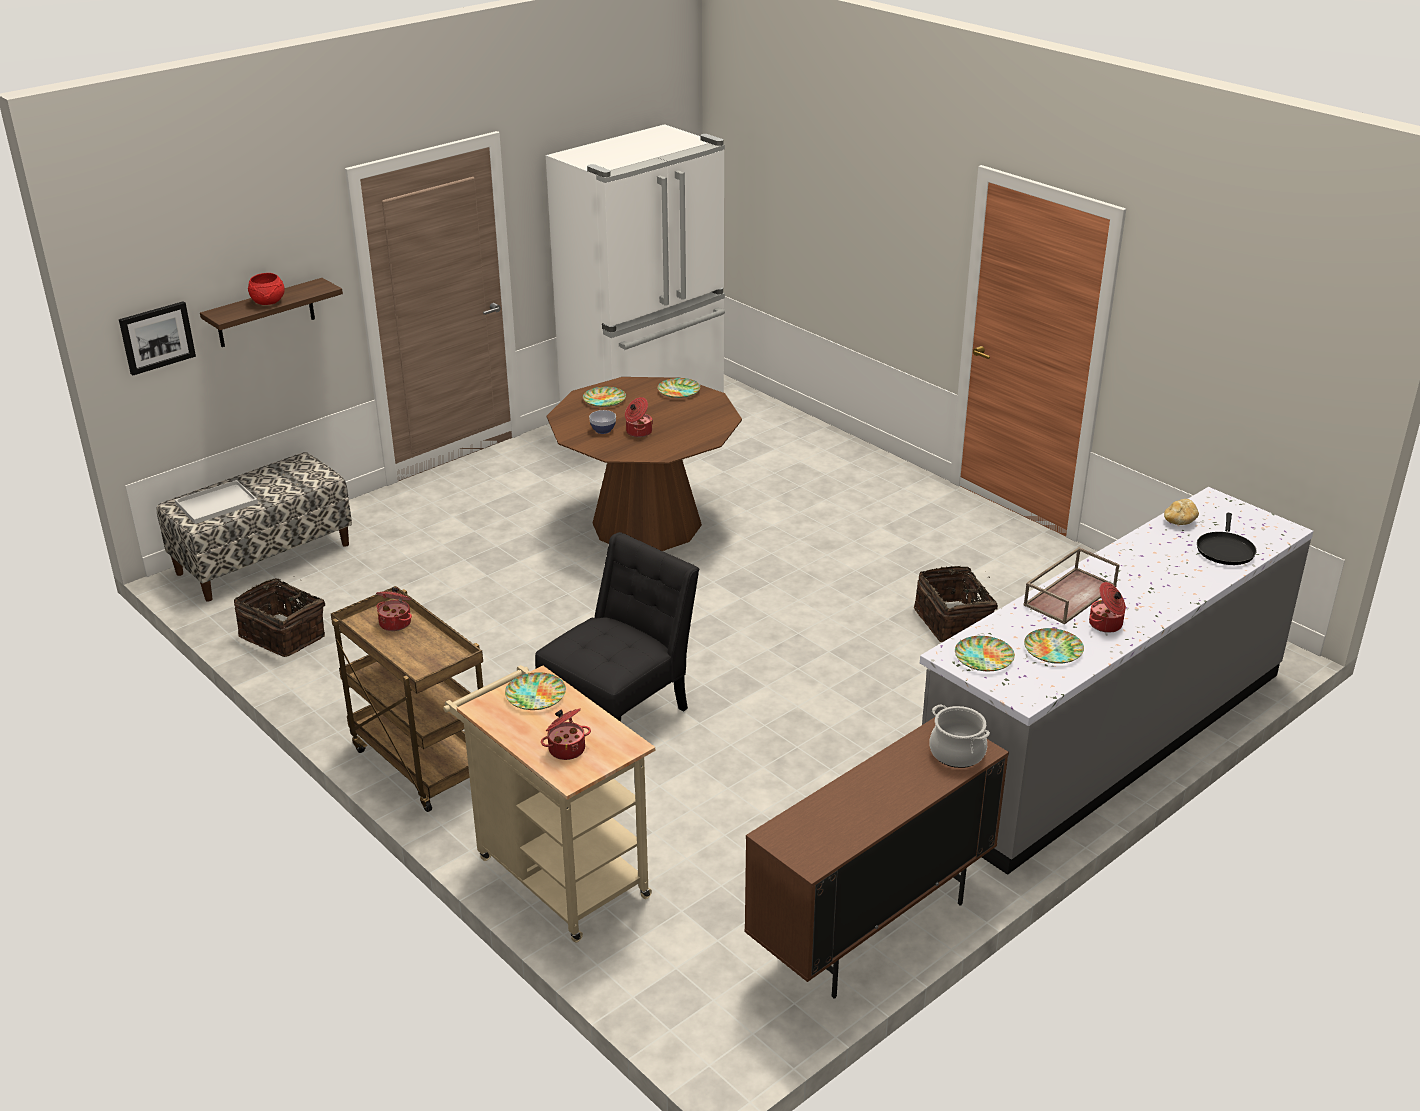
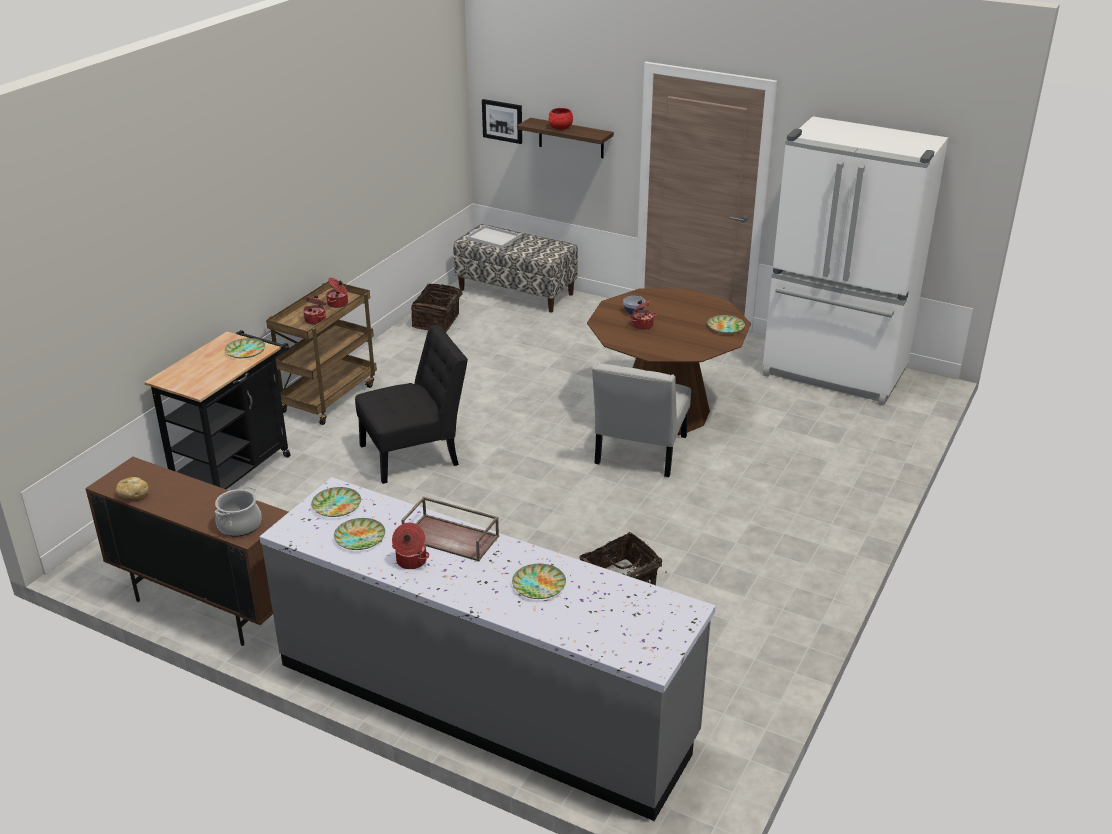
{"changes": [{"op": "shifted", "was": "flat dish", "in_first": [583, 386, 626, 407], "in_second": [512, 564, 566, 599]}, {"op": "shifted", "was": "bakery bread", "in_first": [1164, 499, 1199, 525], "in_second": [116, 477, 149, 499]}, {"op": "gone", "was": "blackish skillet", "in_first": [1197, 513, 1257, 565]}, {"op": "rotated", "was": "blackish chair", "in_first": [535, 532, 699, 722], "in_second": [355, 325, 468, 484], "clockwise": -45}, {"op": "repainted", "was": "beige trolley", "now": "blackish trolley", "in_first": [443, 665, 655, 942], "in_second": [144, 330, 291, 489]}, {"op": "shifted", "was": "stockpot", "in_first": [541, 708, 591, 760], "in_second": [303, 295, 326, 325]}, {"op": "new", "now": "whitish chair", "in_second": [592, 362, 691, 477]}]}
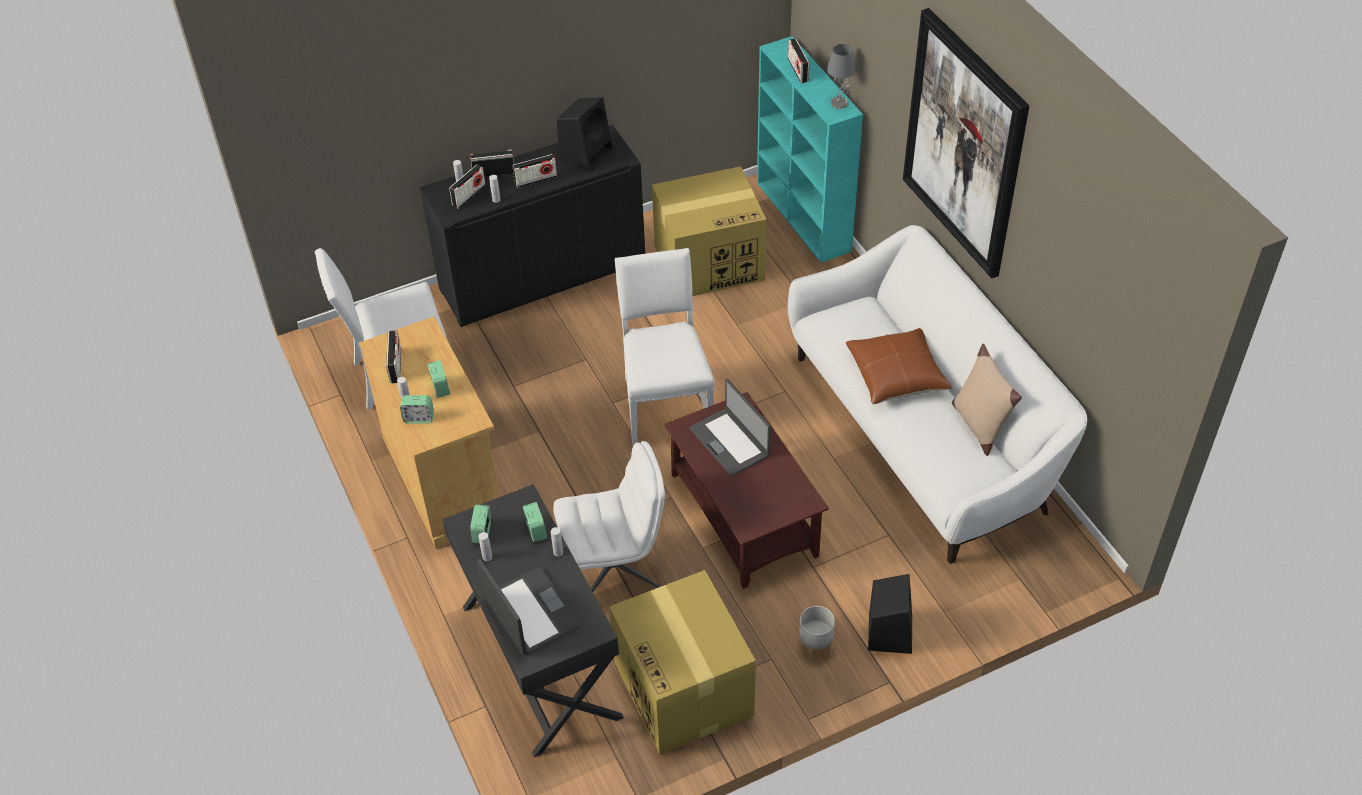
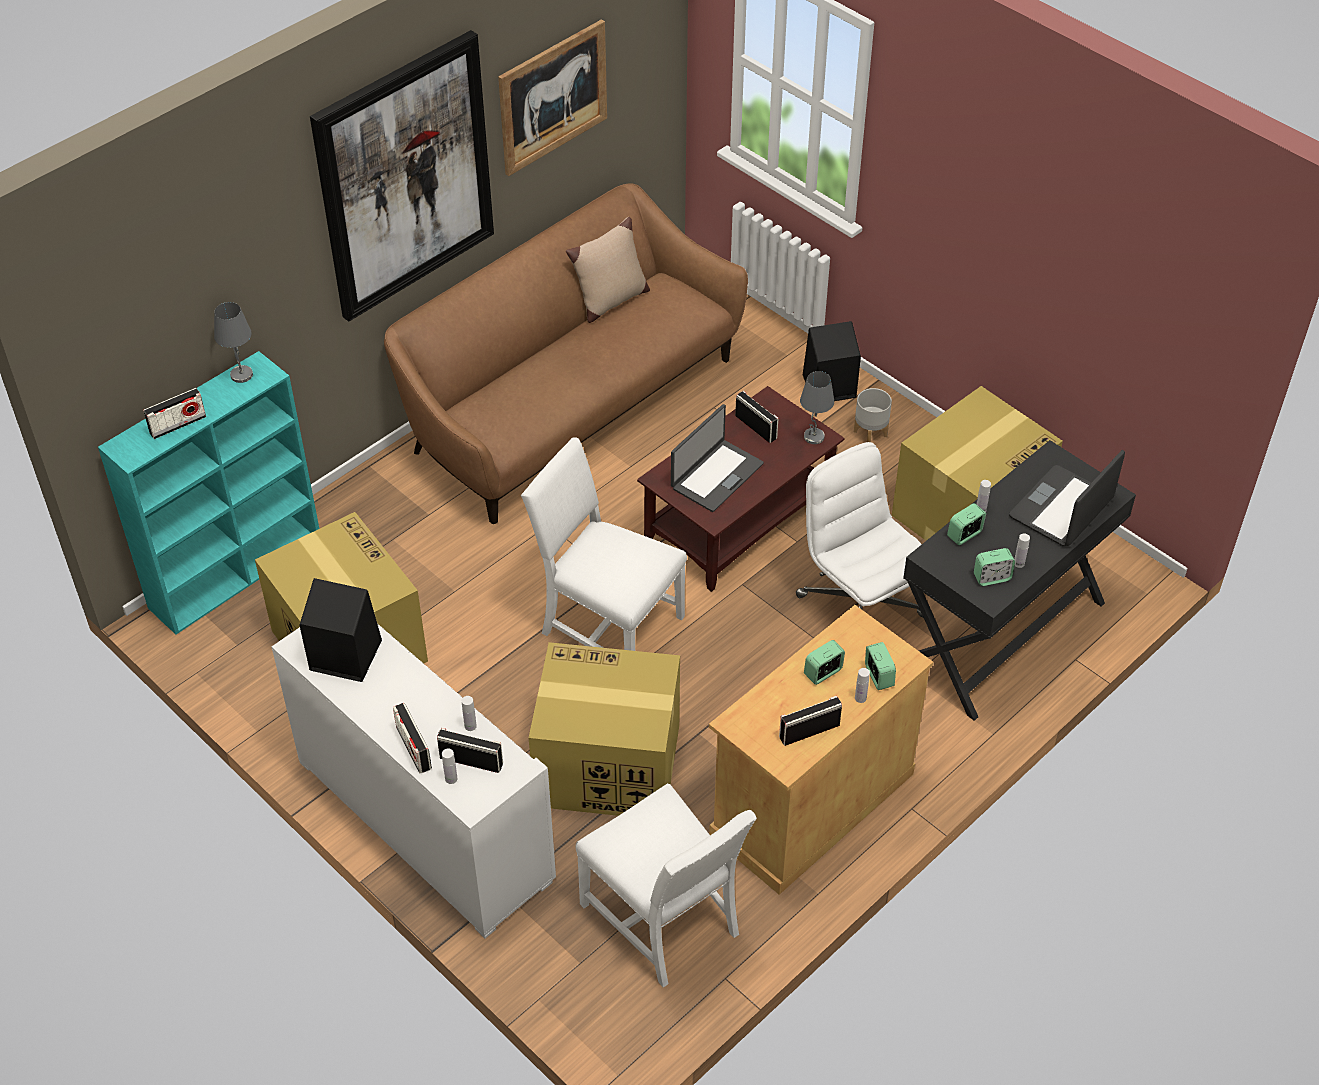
{"changes": [{"op": "repainted", "was": "blackish cupboard", "now": "whitish cupboard", "in_first": [420, 125, 645, 327], "in_second": [272, 623, 556, 938]}, {"op": "shifted", "was": "radio", "in_first": [512, 154, 557, 188], "in_second": [735, 391, 779, 443]}, {"op": "repainted", "was": "whitish sofa", "now": "brown-coloured sofa", "in_first": [788, 225, 1087, 564], "in_second": [384, 183, 748, 524]}, {"op": "rotated", "was": "whitish chair", "in_first": [615, 248, 715, 446], "in_second": [521, 437, 687, 651], "clockwise": 60}, {"op": "gone", "was": "brown-coloured pillow", "in_first": [846, 328, 952, 404]}, {"op": "new", "now": "picture", "in_second": [498, 19, 607, 176]}, {"op": "new", "now": "greyish table lamp", "in_second": [800, 371, 834, 444]}, {"op": "new", "now": "packing box", "in_second": [529, 642, 680, 816]}]}
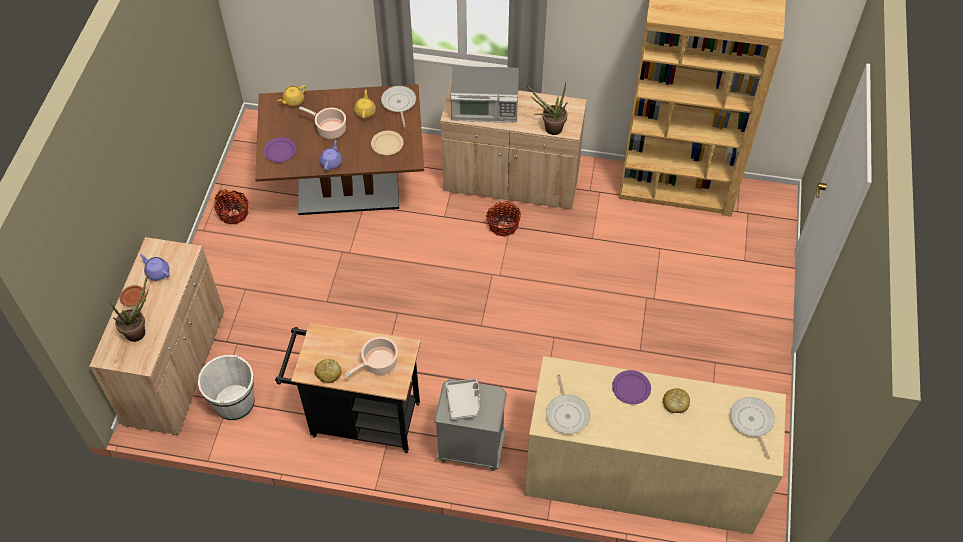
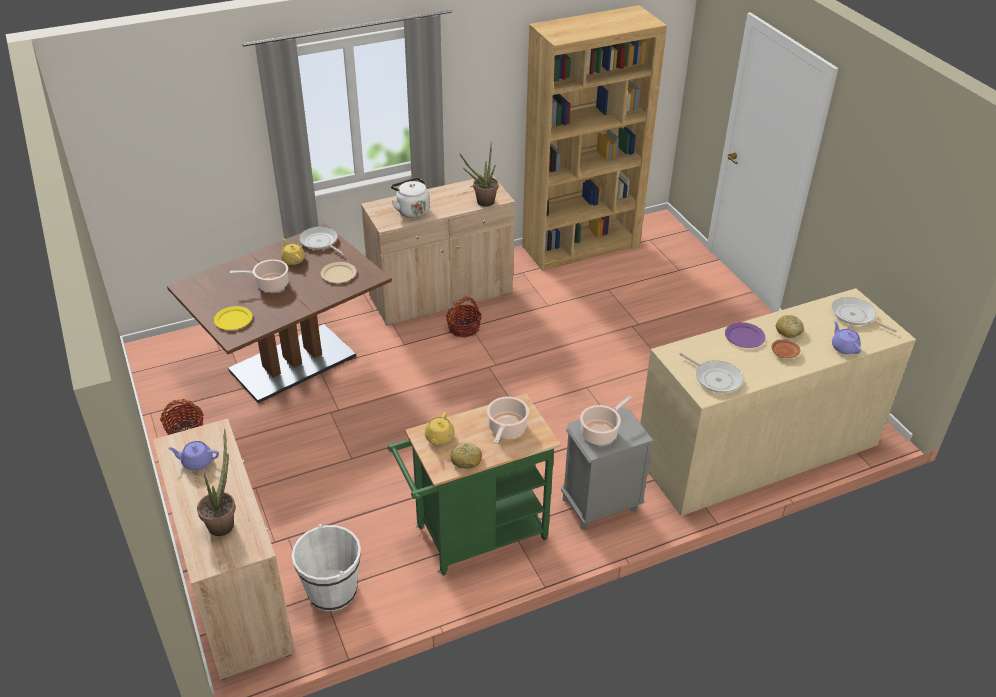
{"changes": [{"op": "swapped", "was": "microwave oven", "now": "whitish water kettle", "in_first": [451, 66, 519, 123], "in_second": [391, 177, 429, 218]}, {"op": "shifted", "was": "yellowish tea pot", "in_first": [277, 85, 306, 107], "in_second": [425, 412, 455, 445]}, {"op": "repainted", "was": "purple-coloured flat dish", "now": "yellowish flat dish", "in_first": [264, 137, 296, 162], "in_second": [214, 306, 252, 330]}, {"op": "shifted", "was": "purple-coloured tea pot", "in_first": [320, 140, 342, 171], "in_second": [832, 321, 861, 354]}, {"op": "shifted", "was": "brown-coloured flat dish", "in_first": [119, 285, 146, 306], "in_second": [772, 339, 800, 358]}, {"op": "repainted", "was": "blackish trolley", "now": "green trolley", "in_first": [275, 323, 421, 453], "in_second": [388, 394, 561, 576]}, {"op": "swapped", "was": "greyish carrying tray", "now": "stockpot", "in_first": [446, 379, 480, 420], "in_second": [580, 396, 632, 445]}]}
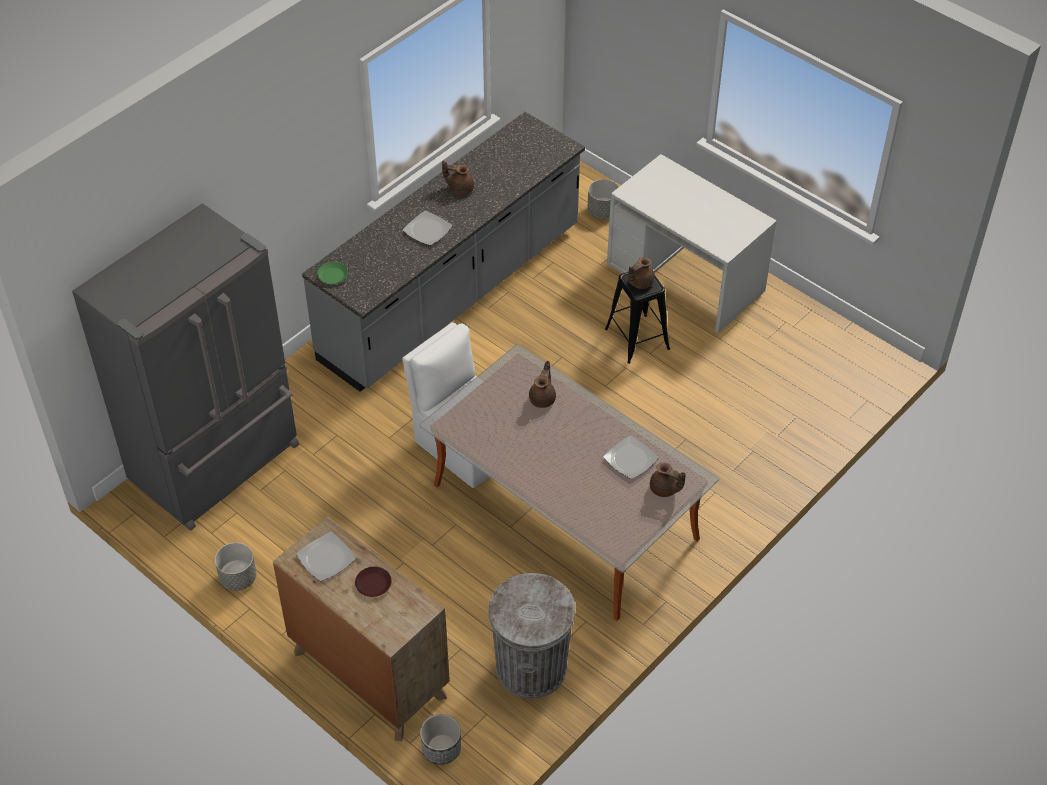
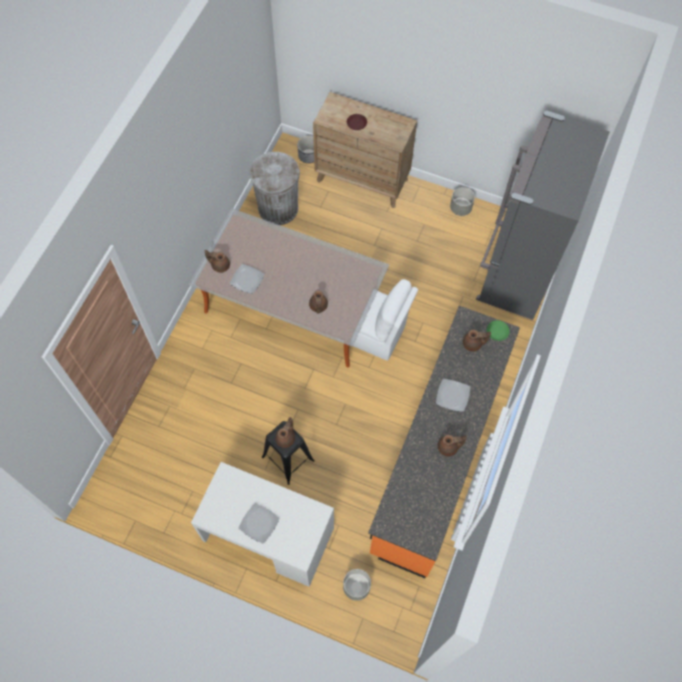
{"changes": [{"op": "repainted", "was": "greyish kitchen base unit", "now": "orange-coloured kitchen base unit", "in_first": [302, 112, 585, 392], "in_second": [368, 306, 520, 578]}, {"op": "shifted", "was": "flat dish", "in_first": [296, 532, 356, 581], "in_second": [239, 503, 279, 543]}, {"op": "new", "now": "brown-coloured tea pot", "in_second": [463, 329, 491, 351]}]}
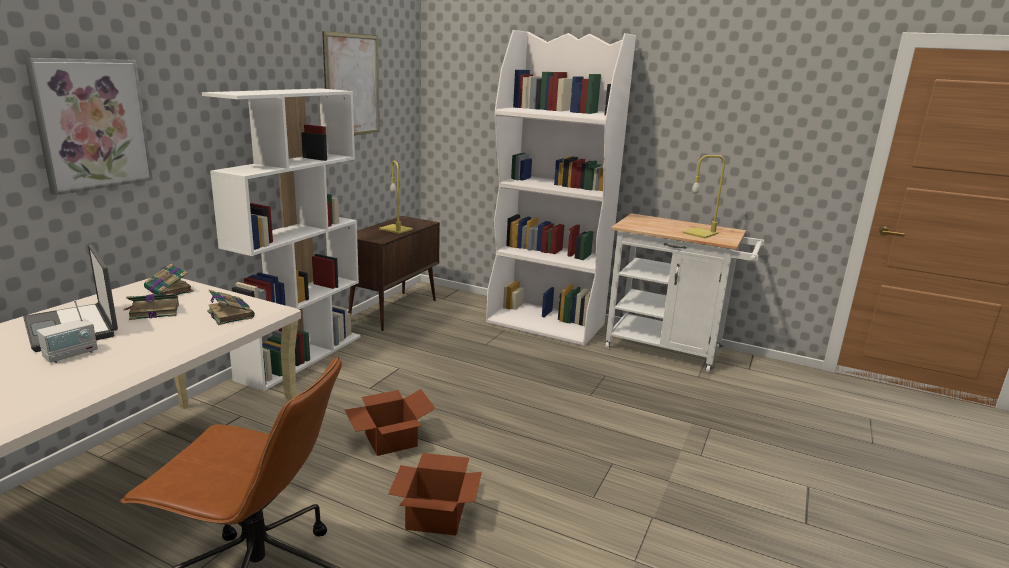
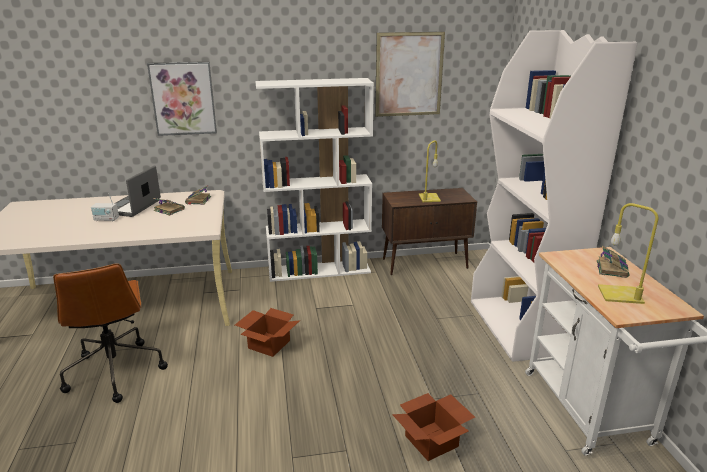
{"changes": [{"op": "shifted", "was": "volume", "in_first": [207, 290, 255, 325], "in_second": [597, 246, 630, 278]}, {"op": "shifted", "was": "packing box", "in_first": [388, 453, 482, 535], "in_second": [392, 393, 475, 461]}]}
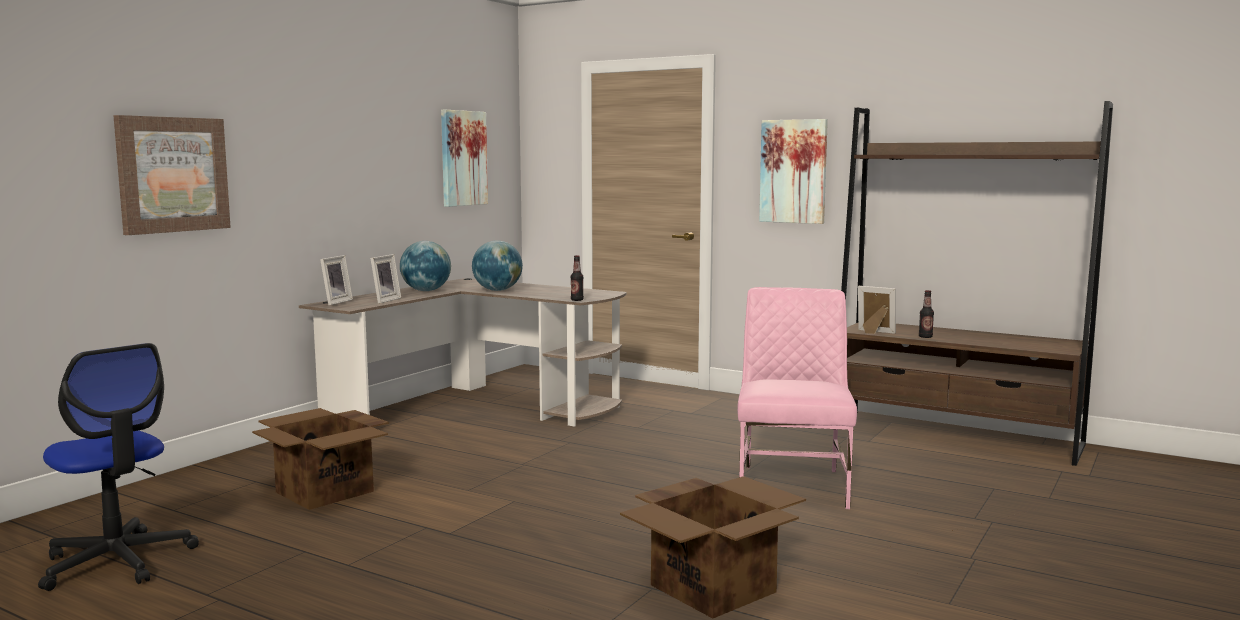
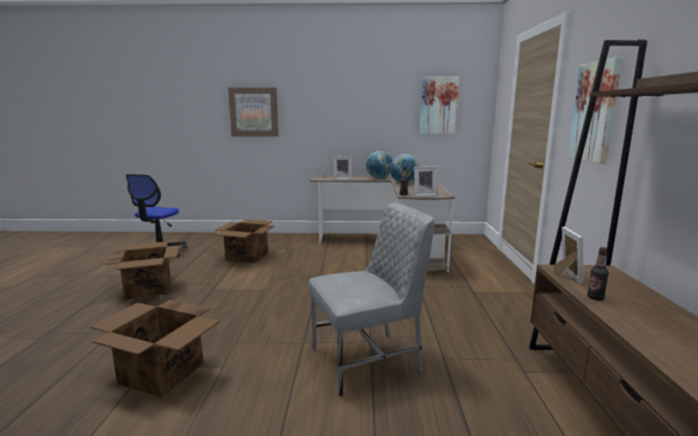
{"changes": [{"op": "shifted", "was": "standing frame", "in_first": [320, 255, 353, 306], "in_second": [414, 167, 437, 196]}, {"op": "repainted", "was": "pinkish chair", "now": "greyish chair", "in_first": [737, 287, 857, 509], "in_second": [308, 203, 435, 397]}, {"op": "new", "now": "packing box", "in_second": [105, 241, 179, 300]}]}
